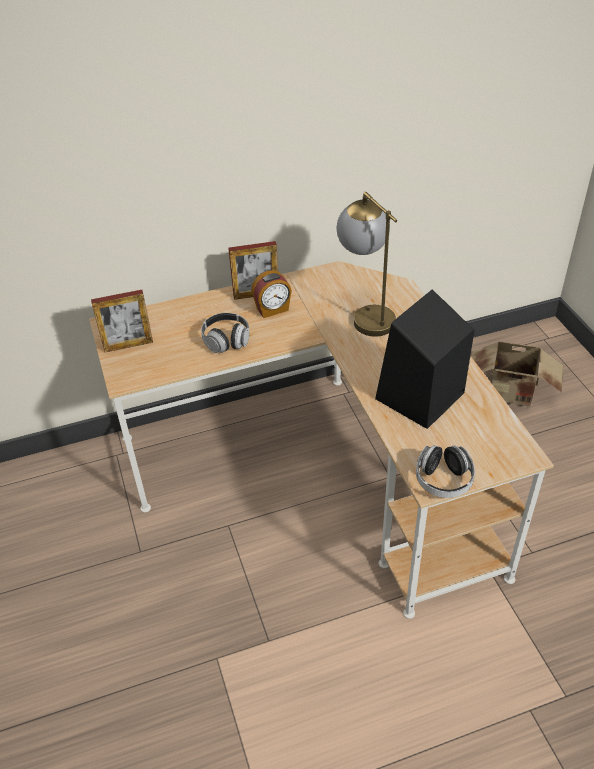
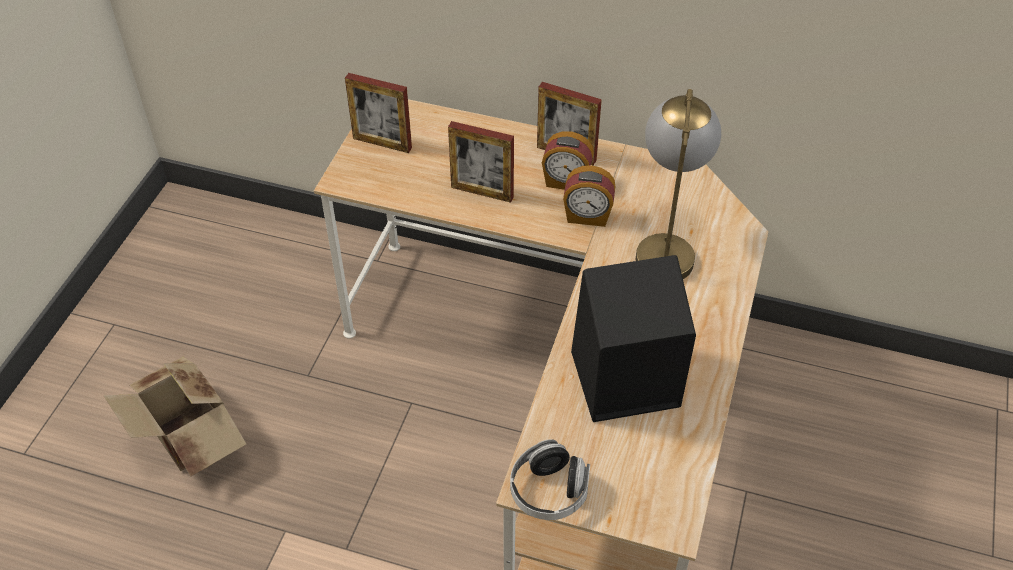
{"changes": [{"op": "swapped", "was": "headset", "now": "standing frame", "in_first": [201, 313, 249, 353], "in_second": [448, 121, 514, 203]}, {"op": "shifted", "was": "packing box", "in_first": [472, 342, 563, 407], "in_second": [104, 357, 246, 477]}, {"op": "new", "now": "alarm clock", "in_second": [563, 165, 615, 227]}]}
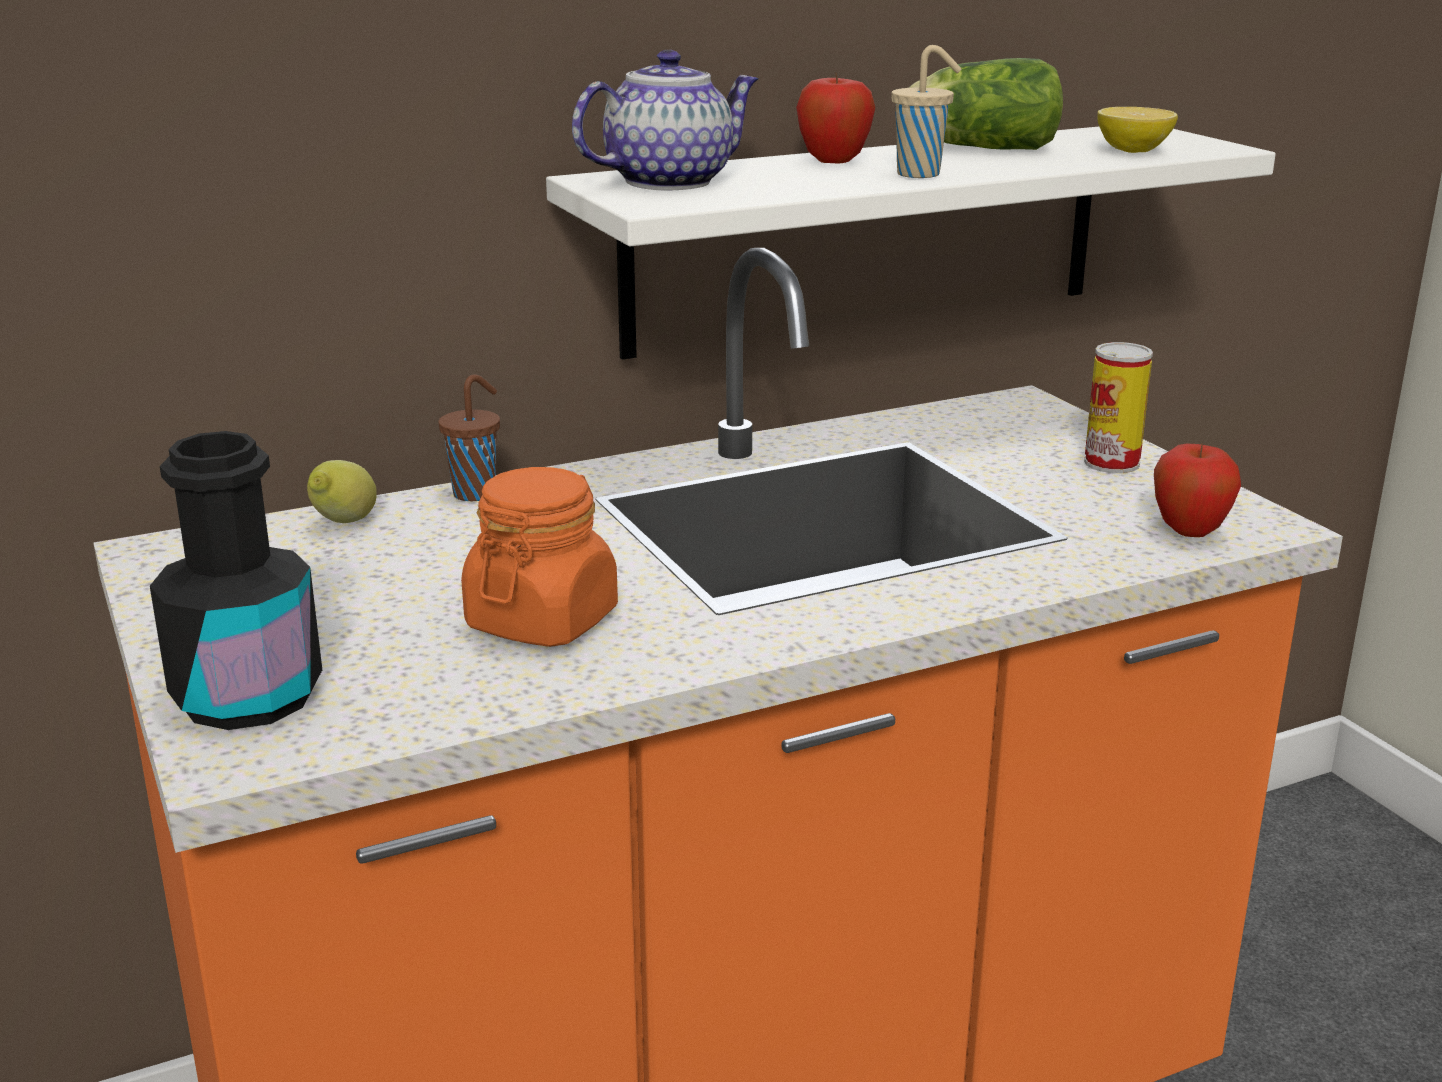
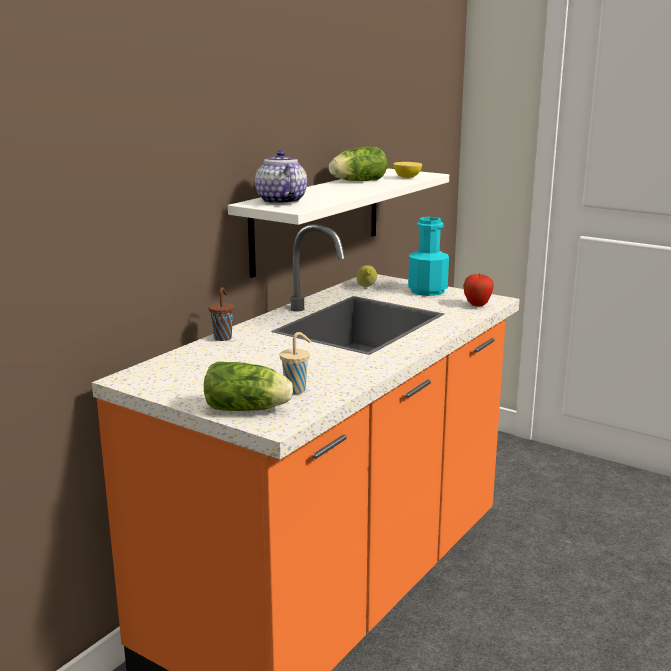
{"changes": [{"op": "shifted", "was": "beige drinking cup", "in_first": [891, 45, 961, 178], "in_second": [280, 332, 311, 394]}, {"op": "rotated", "was": "tea pot", "in_first": [572, 50, 759, 190], "in_second": [255, 150, 307, 204], "clockwise": -45}, {"op": "gone", "was": "apple", "in_first": [796, 73, 875, 163]}, {"op": "swapped", "was": "sealed can", "now": "blue-green bottle", "in_first": [1084, 342, 1153, 473], "in_second": [408, 217, 449, 296]}, {"op": "swapped", "was": "blackish bottle", "now": "lettuce", "in_first": [150, 431, 322, 730], "in_second": [204, 361, 293, 411]}, {"op": "shifted", "was": "citrus fruit", "in_first": [307, 460, 377, 523], "in_second": [356, 265, 377, 287]}, {"op": "gone", "was": "orange-coloured storage jar", "in_first": [461, 467, 618, 647]}]}
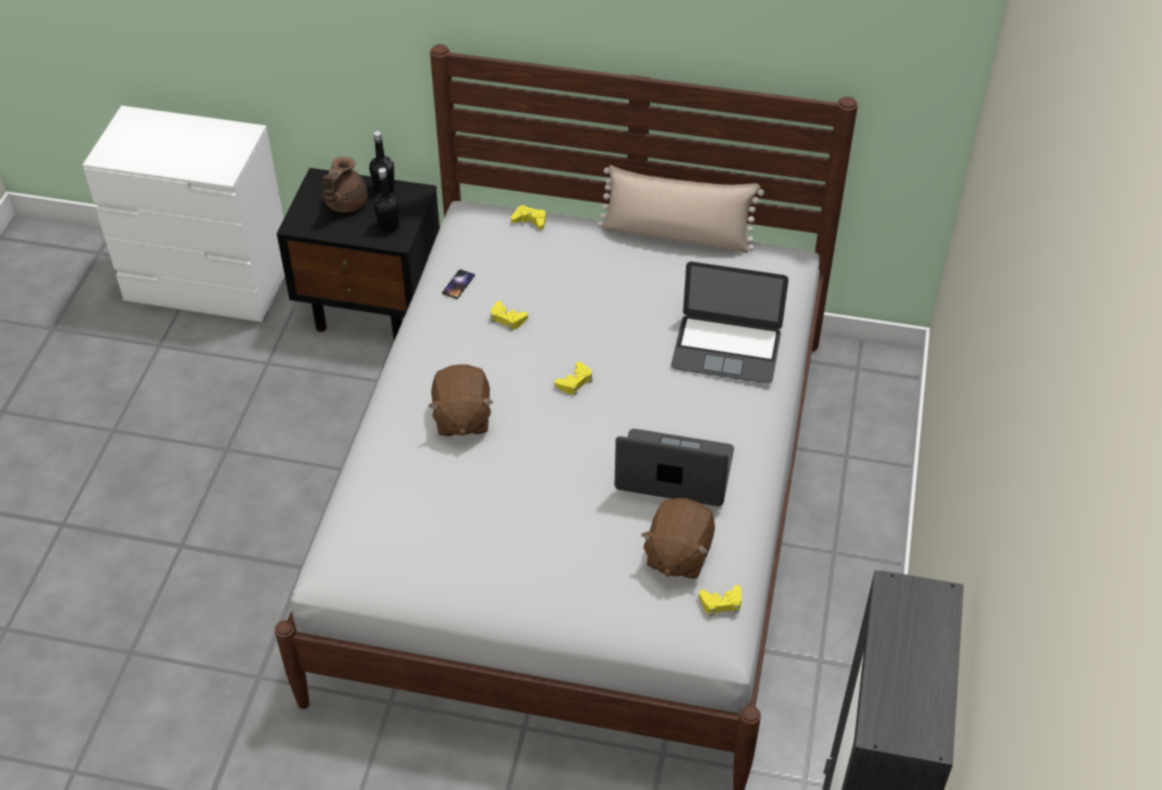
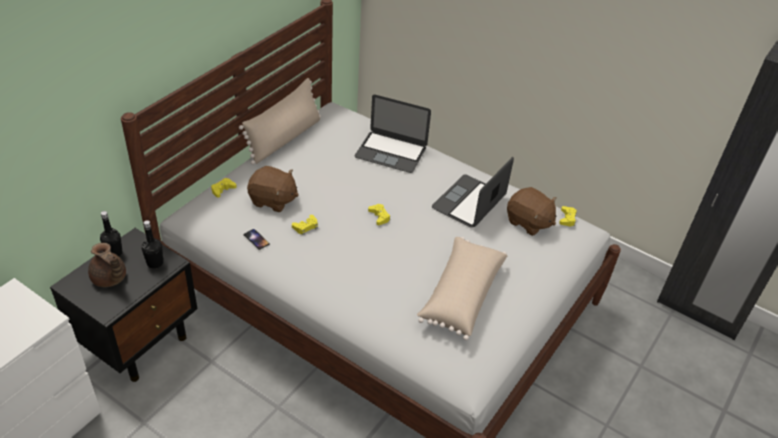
{"changes": [{"op": "rotated", "was": "notebook computer", "in_first": [671, 262, 789, 384], "in_second": [355, 95, 431, 173], "clockwise": 75}, {"op": "shifted", "was": "brown-coloured plush toy", "in_first": [428, 364, 493, 436], "in_second": [247, 166, 299, 212]}, {"op": "new", "now": "beige pillow", "in_second": [417, 237, 507, 340]}]}
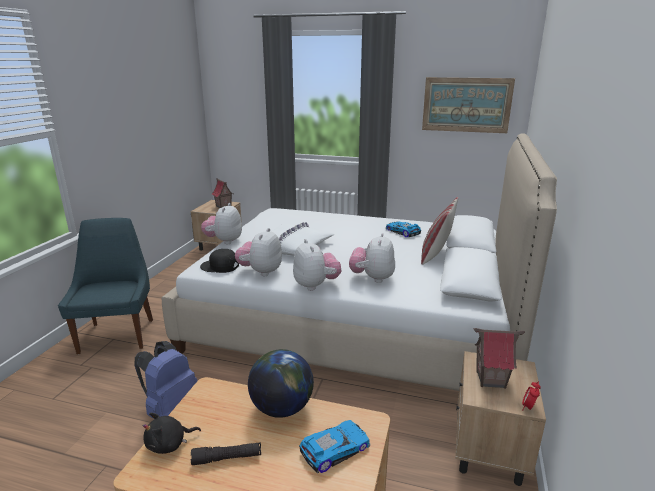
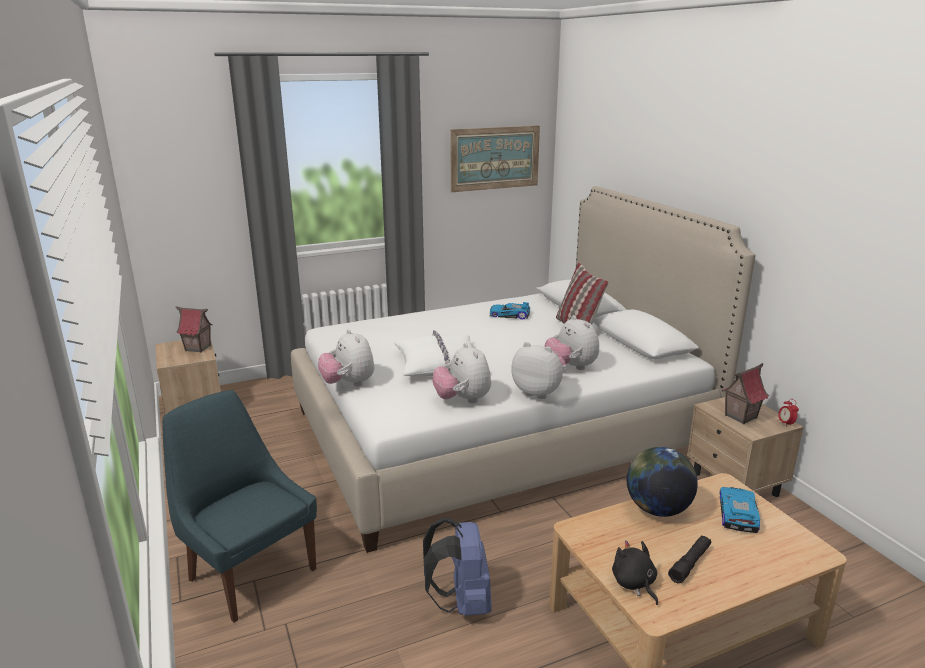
{"changes": [{"op": "gone", "was": "blackish peaked cap", "in_first": [200, 249, 239, 273]}, {"op": "rotated", "was": "blackish plush toy", "in_first": [143, 413, 201, 454], "in_second": [612, 540, 658, 605], "clockwise": 135}]}
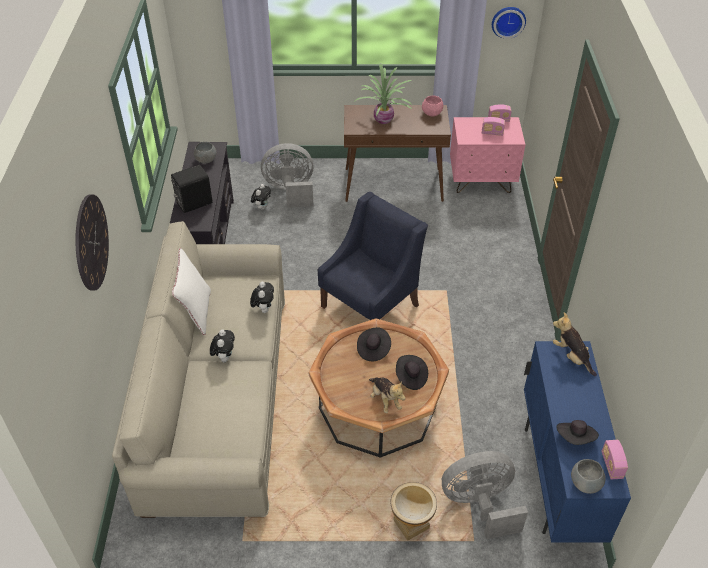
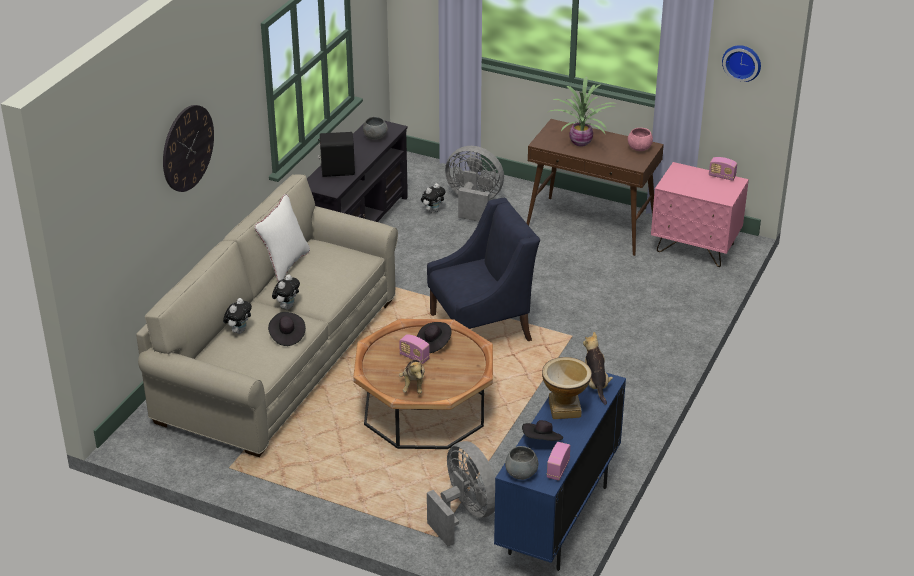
{"changes": [{"op": "shifted", "was": "radio", "in_first": [482, 117, 505, 136], "in_second": [399, 334, 430, 364]}, {"op": "shifted", "was": "plush toy", "in_first": [250, 282, 274, 313], "in_second": [223, 298, 252, 334]}, {"op": "shifted", "was": "blackish clothing hat", "in_first": [396, 355, 428, 390], "in_second": [268, 312, 306, 346]}, {"op": "rotated", "was": "greyish cooling fan", "in_first": [442, 451, 528, 539], "in_second": [427, 441, 495, 546], "clockwise": 45}, {"op": "shifted", "was": "flower vase", "in_first": [390, 482, 437, 540], "in_second": [542, 357, 592, 419]}]}
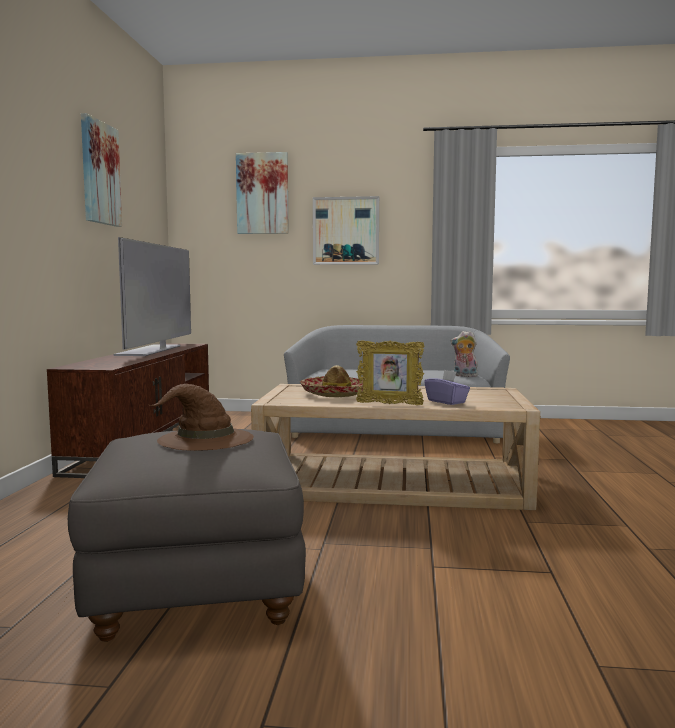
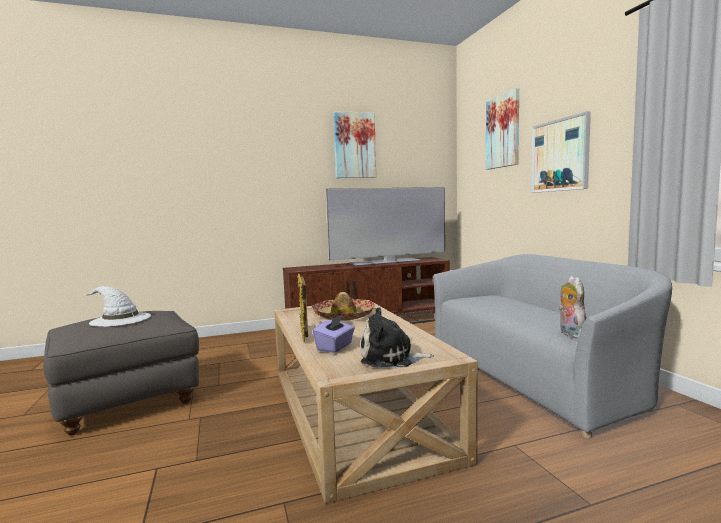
{"changes": [{"op": "repainted", "was": "brown-coloured clothing hat", "now": "whitish clothing hat", "in_first": [150, 384, 254, 451], "in_second": [84, 286, 151, 327]}, {"op": "new", "now": "plush toy", "in_second": [361, 307, 434, 367]}]}
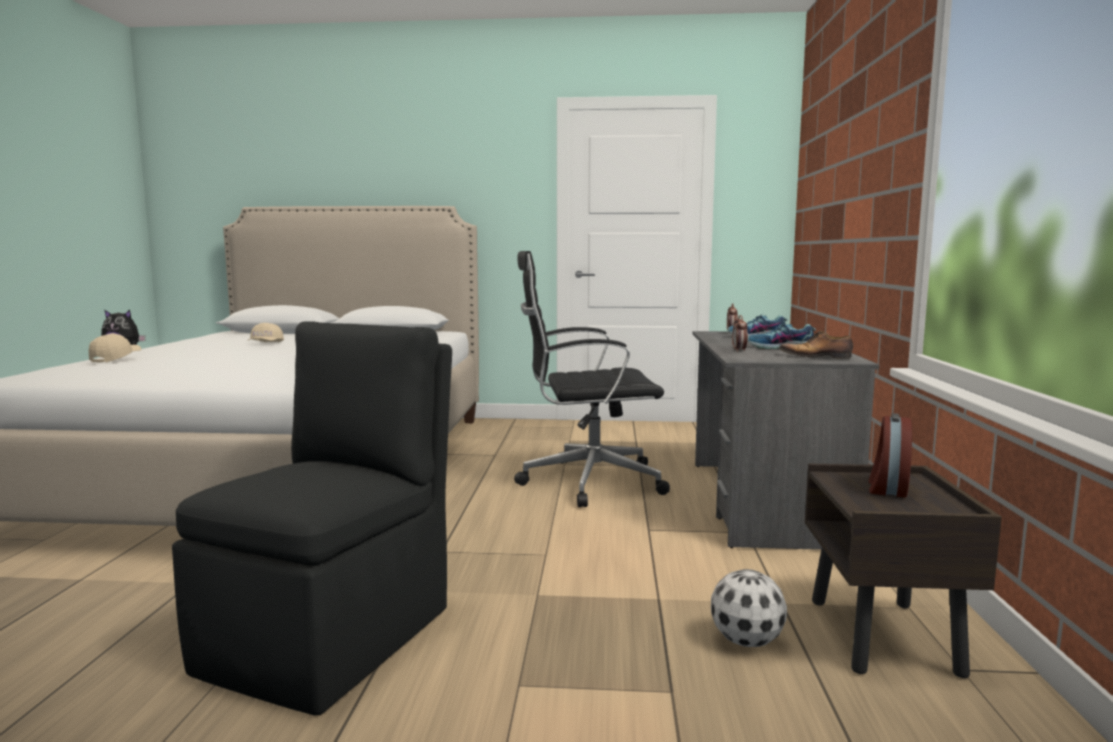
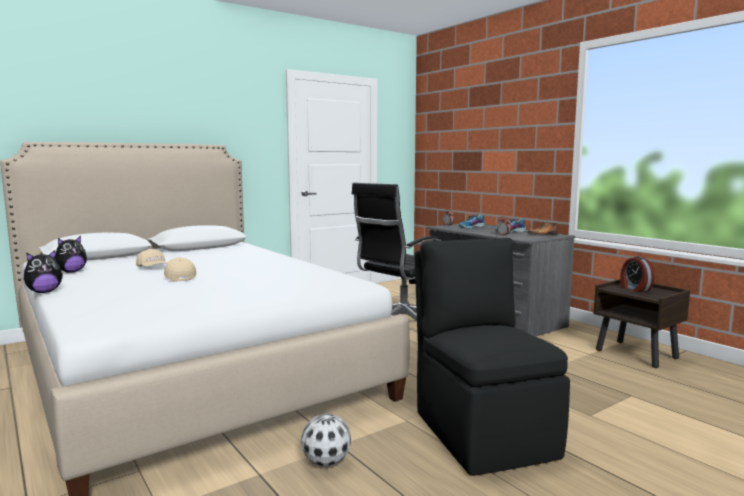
{"changes": [{"op": "shifted", "was": "beige peaked cap", "in_first": [89, 333, 142, 362], "in_second": [164, 257, 196, 282]}, {"op": "shifted", "was": "football ball", "in_first": [711, 569, 787, 647], "in_second": [301, 414, 351, 466]}, {"op": "new", "now": "plush toy", "in_second": [55, 236, 87, 273]}]}
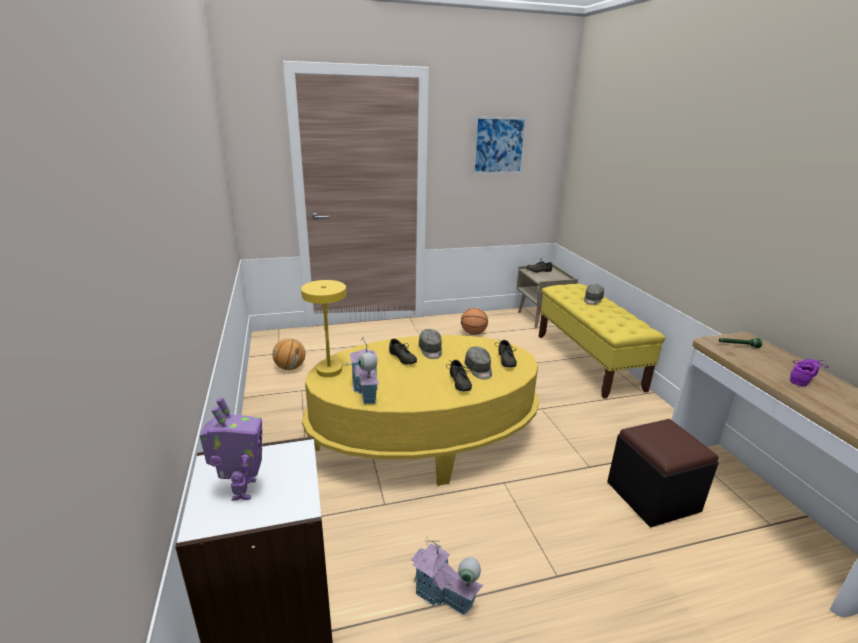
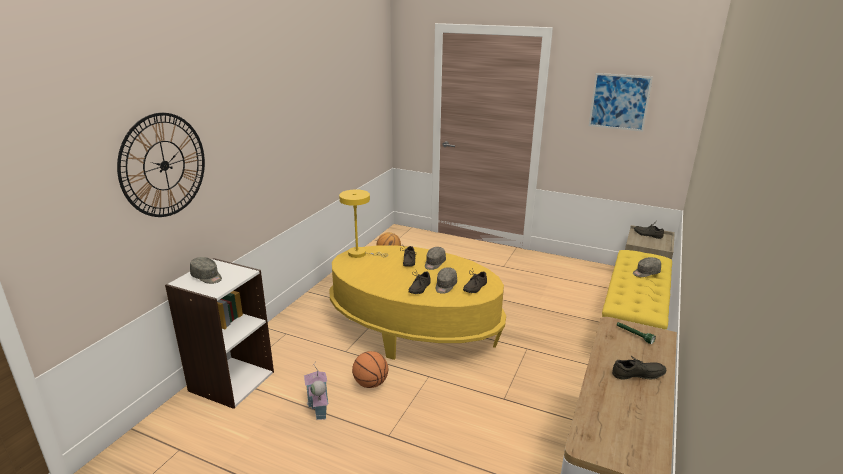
{"changes": [{"op": "shifted", "was": "basketball", "in_first": [461, 308, 488, 334], "in_second": [352, 351, 388, 388]}, {"op": "gone", "was": "model house", "in_first": [349, 337, 379, 404]}, {"op": "repainted", "was": "purple-coloured low shoe", "now": "greyish low shoe", "in_first": [790, 359, 828, 386], "in_second": [612, 356, 666, 380]}, {"op": "swapped", "was": "model robot", "now": "greyish peaked cap", "in_first": [200, 397, 262, 501], "in_second": [190, 257, 222, 284]}, {"op": "gone", "was": "blackish ottoman", "in_first": [607, 419, 718, 527]}, {"op": "new", "now": "wall clock", "in_second": [117, 113, 205, 217]}]}
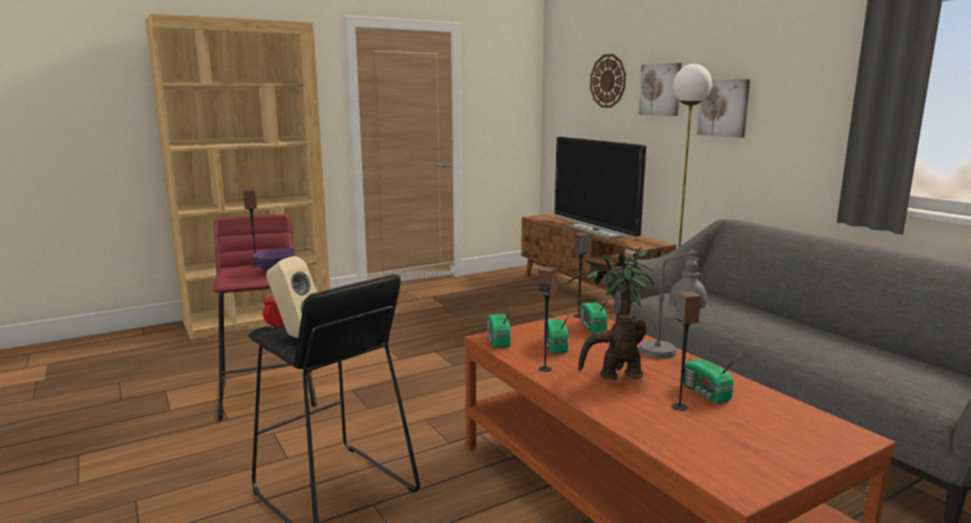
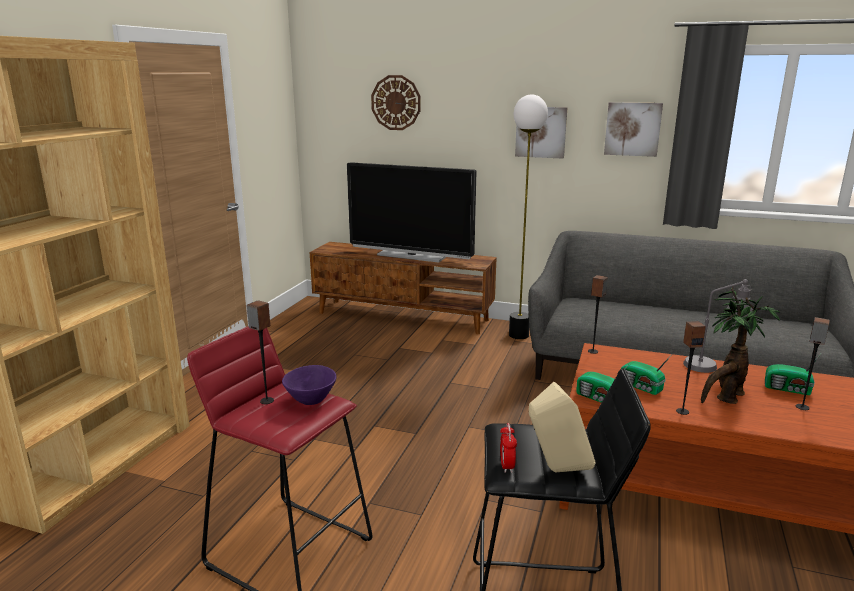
{"changes": [{"op": "shifted", "was": "picture", "in_first": [639, 63, 682, 116], "in_second": [604, 102, 663, 157]}, {"op": "gone", "was": "radio", "in_first": [580, 296, 610, 333]}]}
